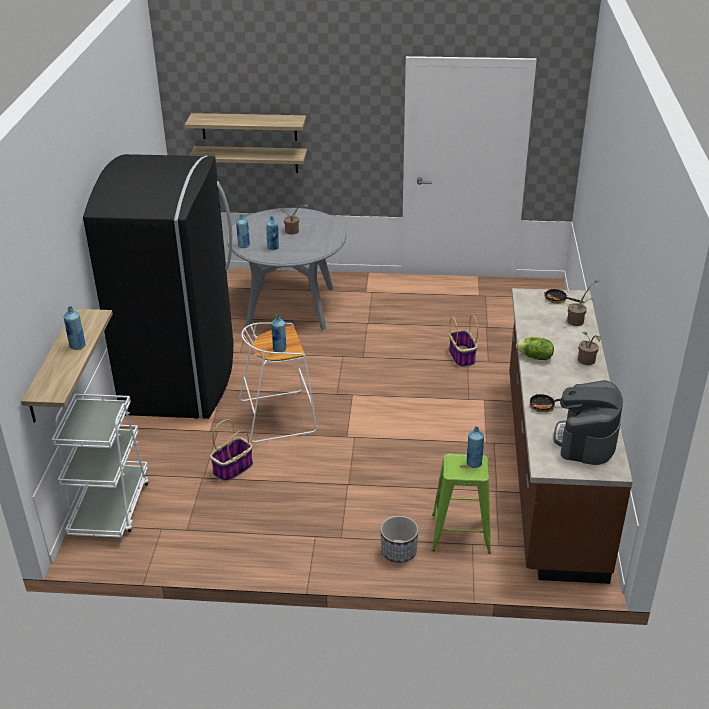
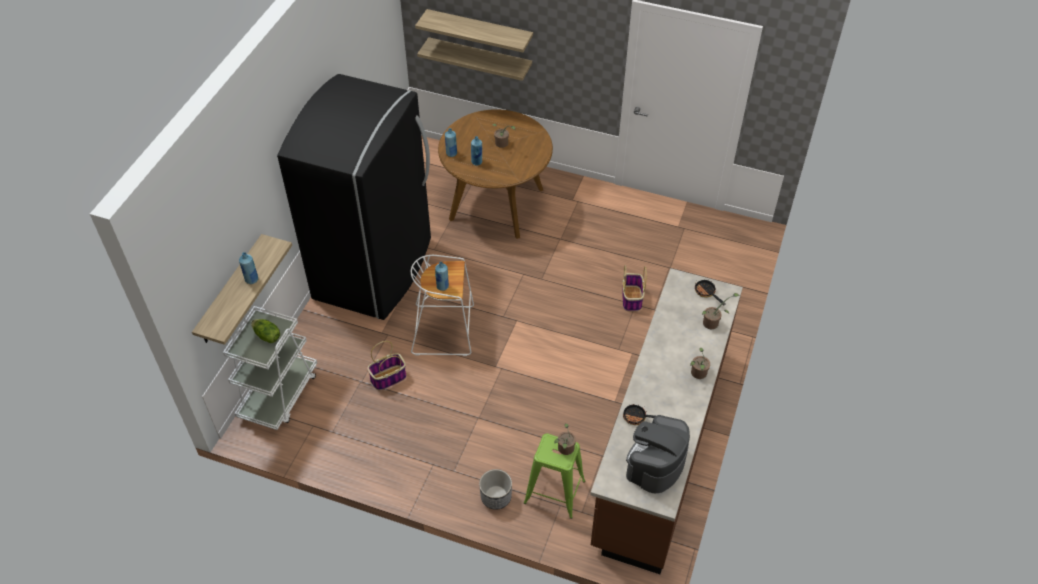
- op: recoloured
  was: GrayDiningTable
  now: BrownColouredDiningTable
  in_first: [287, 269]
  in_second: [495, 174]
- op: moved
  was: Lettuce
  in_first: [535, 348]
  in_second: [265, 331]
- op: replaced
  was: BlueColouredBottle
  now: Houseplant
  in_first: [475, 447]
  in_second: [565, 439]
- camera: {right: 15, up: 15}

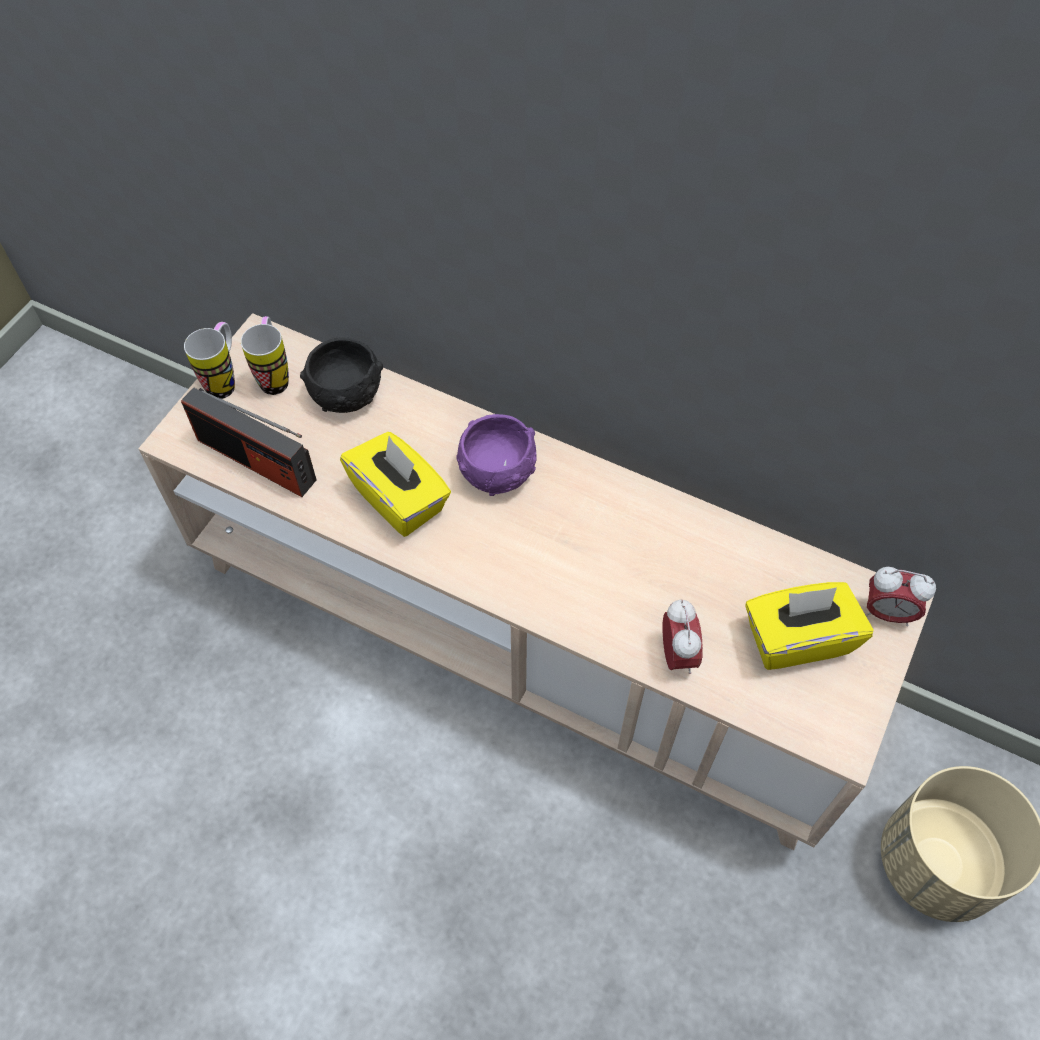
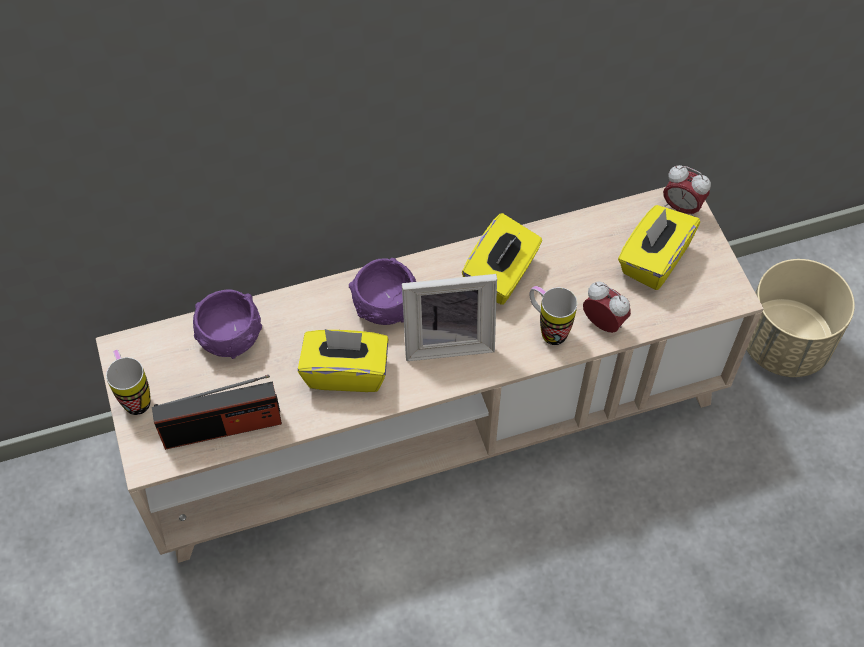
- op: moved
  was: Mug
  in_first: [265, 355]
  in_second: [553, 315]
- op: recoloured
  was: BlackBowl
  now: PurpleColouredBowl
  in_first: [341, 375]
  in_second: [227, 324]
- op: turned
  was: BedsideClock
  in_first: [901, 596]
  in_second: [687, 190]
  clockwise: 60
- op: added
  now: YellowTissueBox
  in_second: [502, 259]
- op: added
  now: StandingFrame
  in_second: [449, 317]
- camera: {right: -45, up: 0}

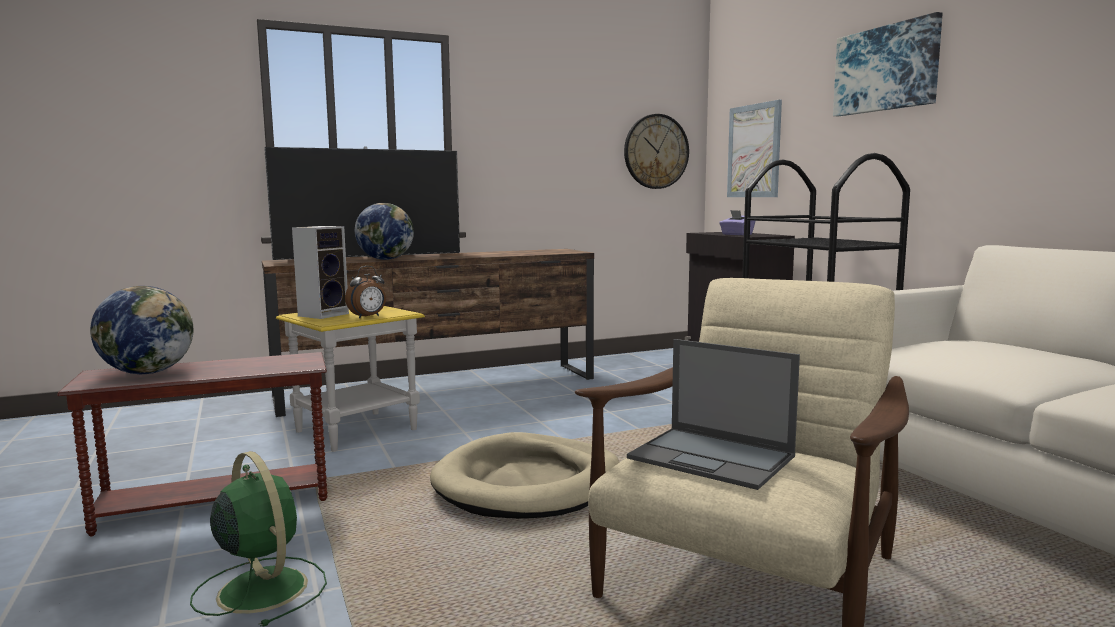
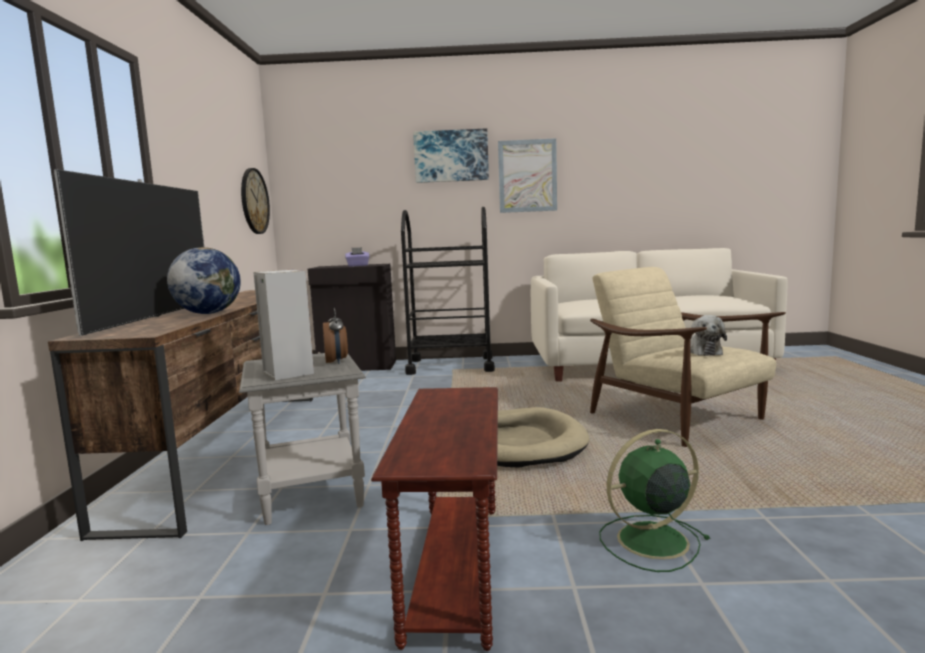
- op: moved
  was: WallArt
  in_first: [754, 148]
  in_second: [527, 175]
- op: removed
  was: DeskGlobe
  in_first: [142, 330]
- op: recoloured
  was: YellowSideTable
  now: GraySideTable
  in_first: [350, 378]
  in_second: [302, 439]
- op: replaced
  was: PortableComputer
  now: CuddlyToy
  in_first: [713, 414]
  in_second: [708, 335]
- camera: {right: -65, up: 0}

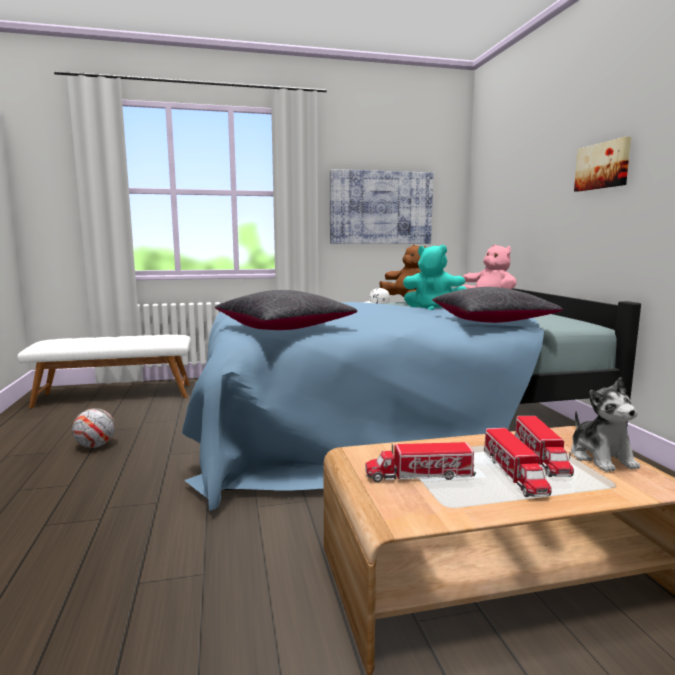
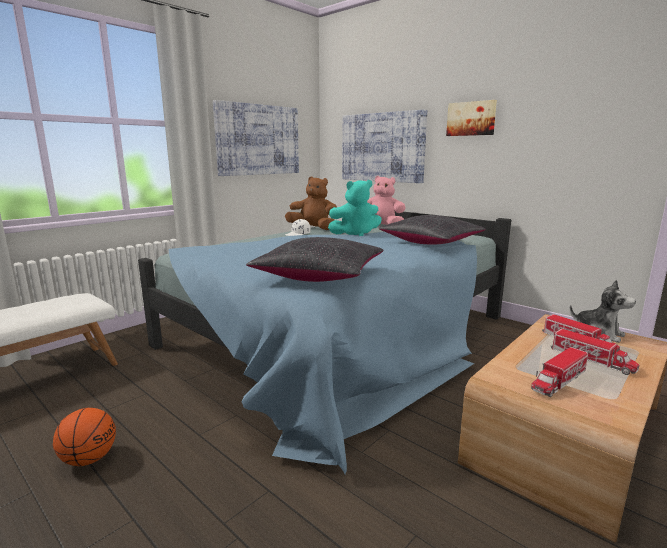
- op: replaced
  was: BallForFootball
  now: Basketball
  in_first: [93, 428]
  in_second: [84, 437]
- op: added
  now: WallArt
  in_second: [384, 146]
- camera: {right: -35, up: 5}

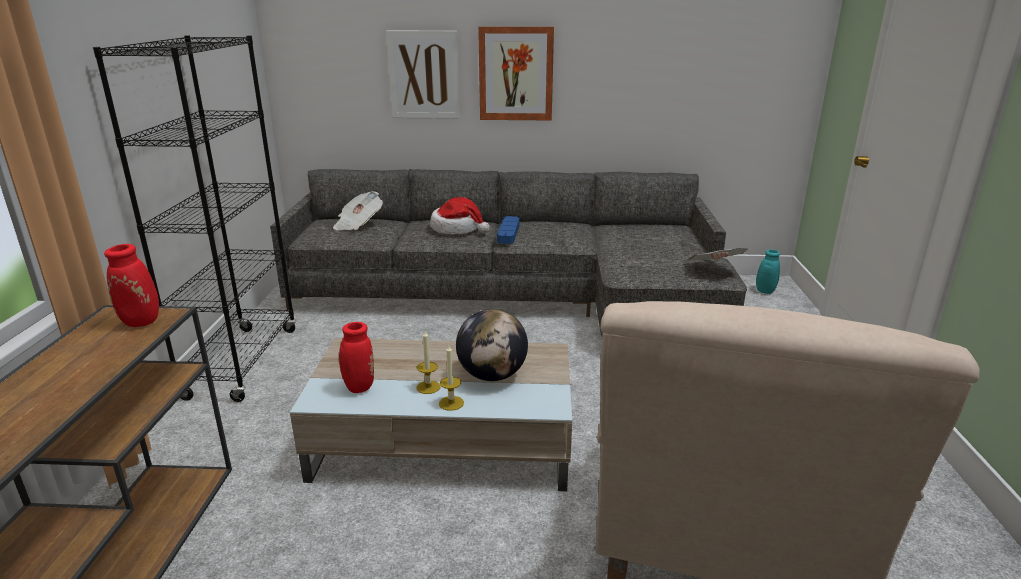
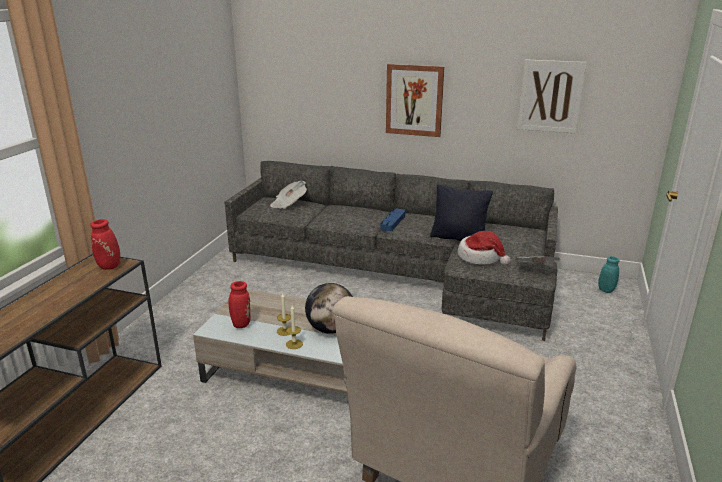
- op: moved
  was: WallArt
  in_first: [423, 75]
  in_second: [551, 96]
- op: removed
  was: BlackShelvingUnit
  in_first: [194, 218]
- op: moved
  was: Hat
  in_first: [460, 216]
  in_second: [484, 248]
- op: added
  now: BlackThrowPillow
  in_second: [461, 212]
- camera: {right: 15, up: 0}

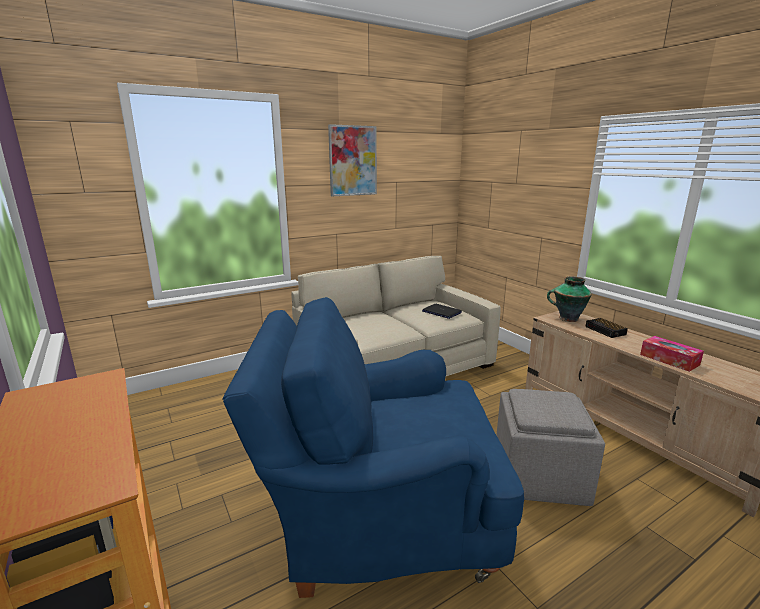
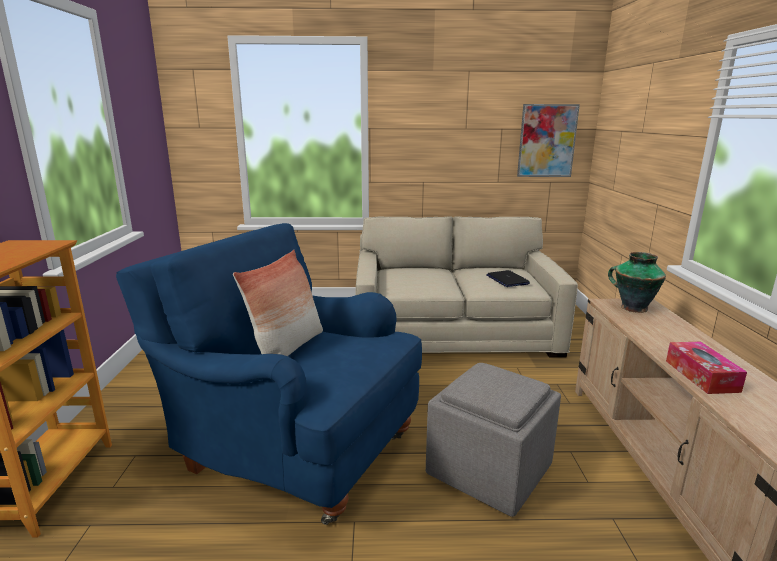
- op: moved
  was: WallArt
  in_first: [352, 160]
  in_second: [548, 140]
- op: removed
  was: BedsideClock
  in_first: [607, 328]
- op: added
  now: ThrowPillow
  in_second: [278, 303]
- camera: {right: 30, up: 0}

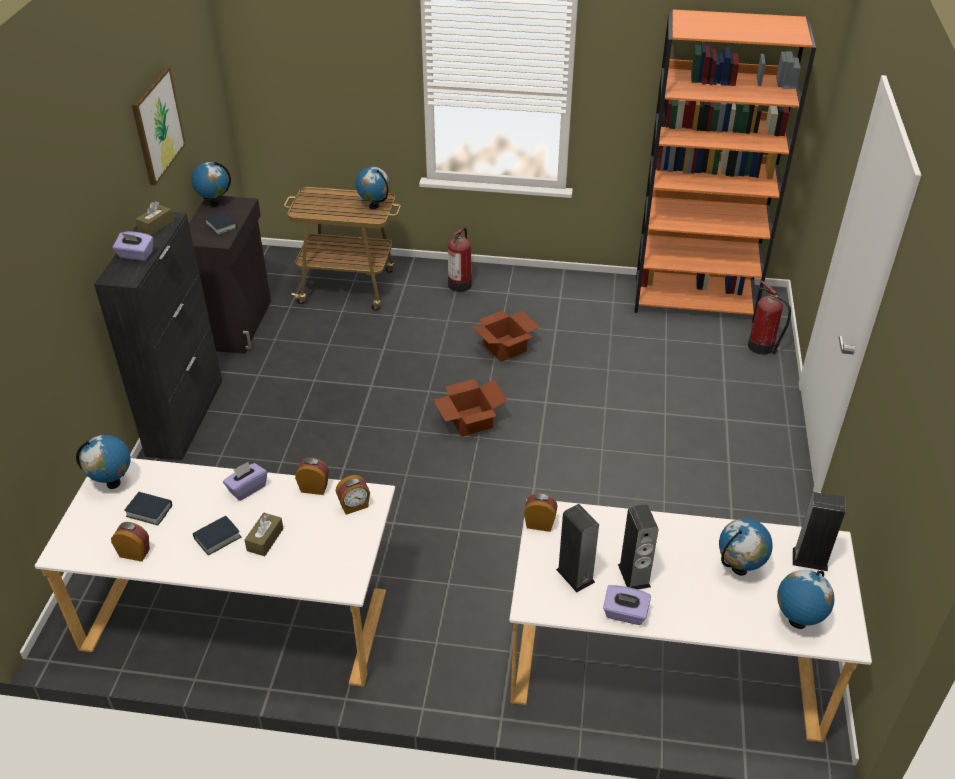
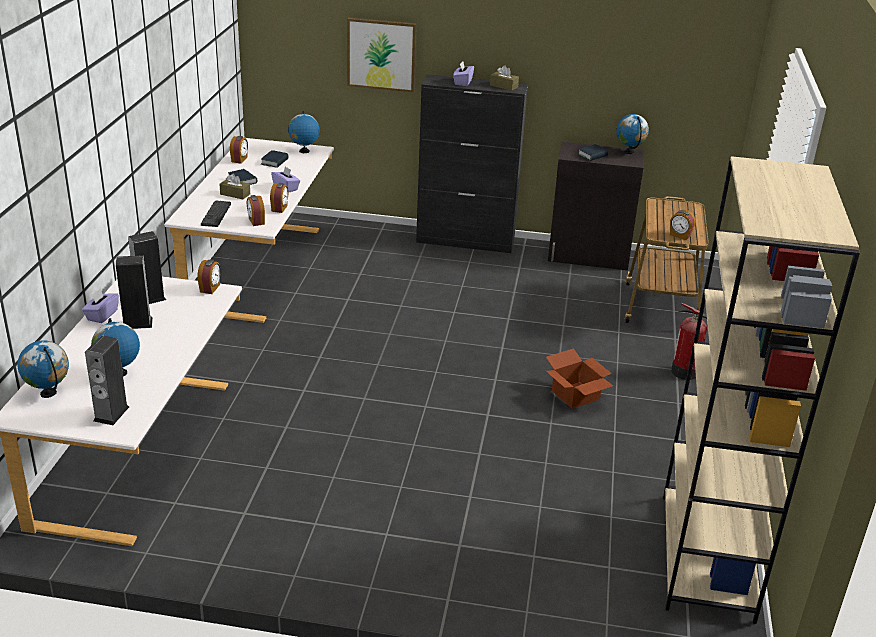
- op: recoloured
  was: OrangeyShelvingUnit
  now: SandColouredShelvingUnit
  in_first: [725, 166]
  in_second: [761, 390]
- op: moved
  was: WallArt
  in_first: [159, 125]
  in_second: [381, 55]
- op: replaced
  was: DeskGlobe
  now: BedsideClock
  in_first: [372, 188]
  in_second: [683, 225]
- op: removed
  was: FireExtinguisher
  in_first: [769, 317]
- op: removed
  was: Carton
  in_first: [470, 408]
- op: added
  now: ComputerKeyboard
  in_second: [216, 213]
- camera: {right: 90, up: -10}

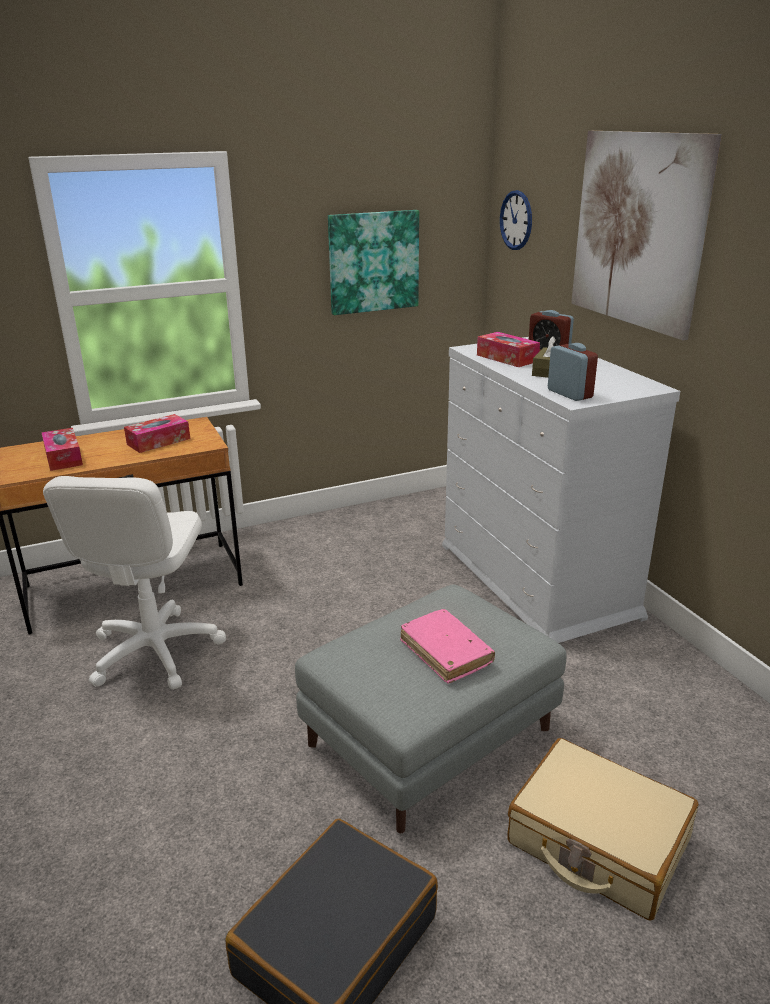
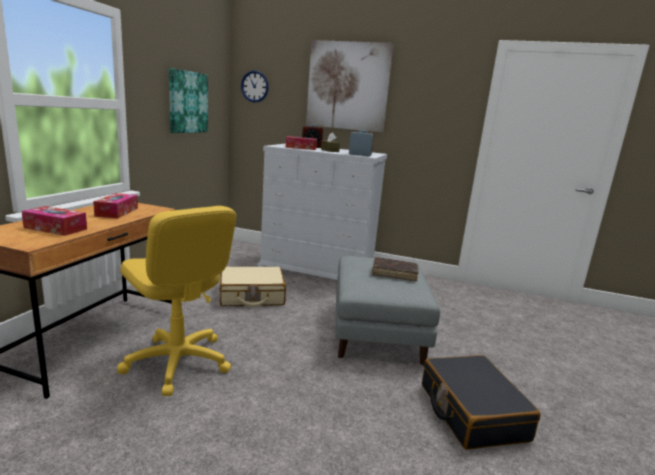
- op: recoloured
  was: WhiteColouredOfficeChair
  now: YellowOfficeChair
  in_first: [134, 583]
  in_second: [176, 301]
- op: recoloured
  was: PinkColouredBoundBook
  now: BrownColouredBoundBook
  in_first: [447, 646]
  in_second: [395, 269]
- op: moved
  was: SandColouredTravelCase
  in_first: [603, 829]
  in_second: [252, 287]
- camera: {right: -50, up: -10}

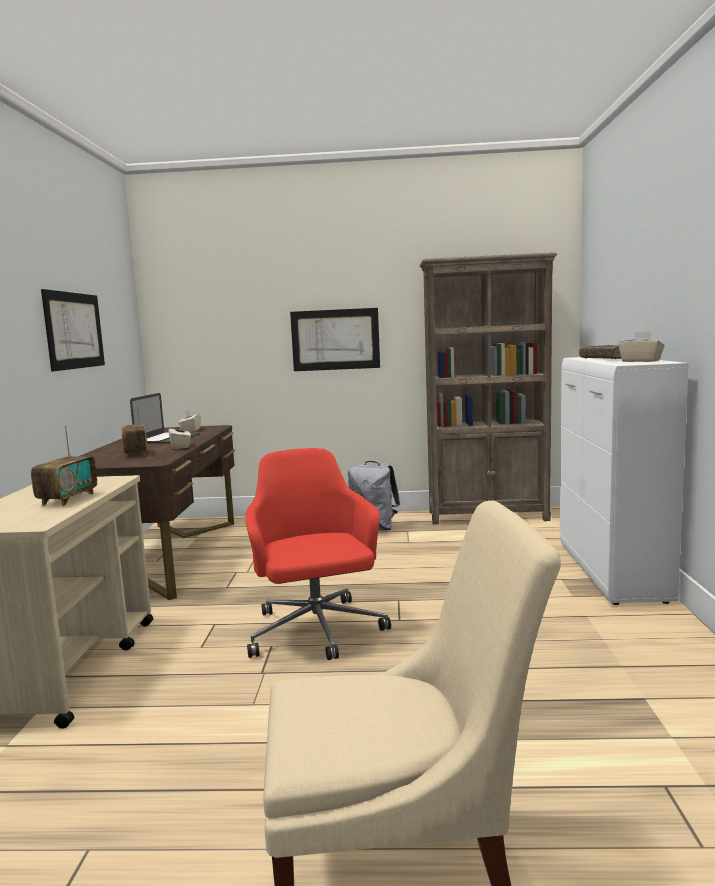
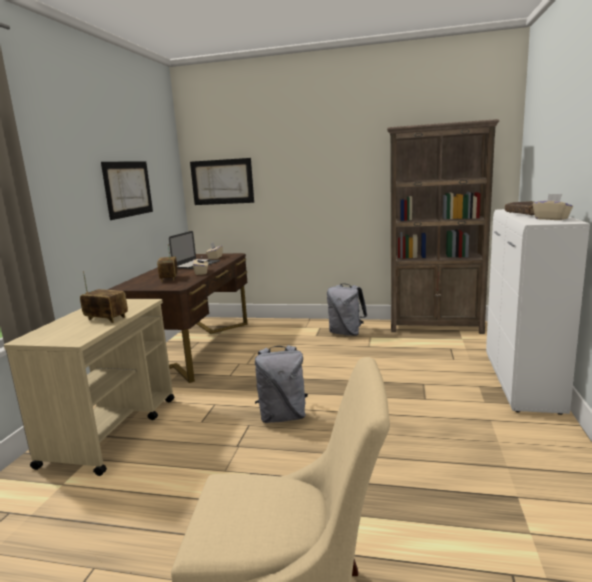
- op: moved
  was: WallArt
  in_first: [335, 339]
  in_second: [222, 181]
- op: turned
  was: Radio
  in_first: [64, 466]
  in_second: [104, 297]
  clockwise: -90
- op: replaced
  was: RedOfficeChair
  now: GrayRucksack
  in_first: [318, 554]
  in_second: [281, 384]
- camera: {right: 10, up: 5}

